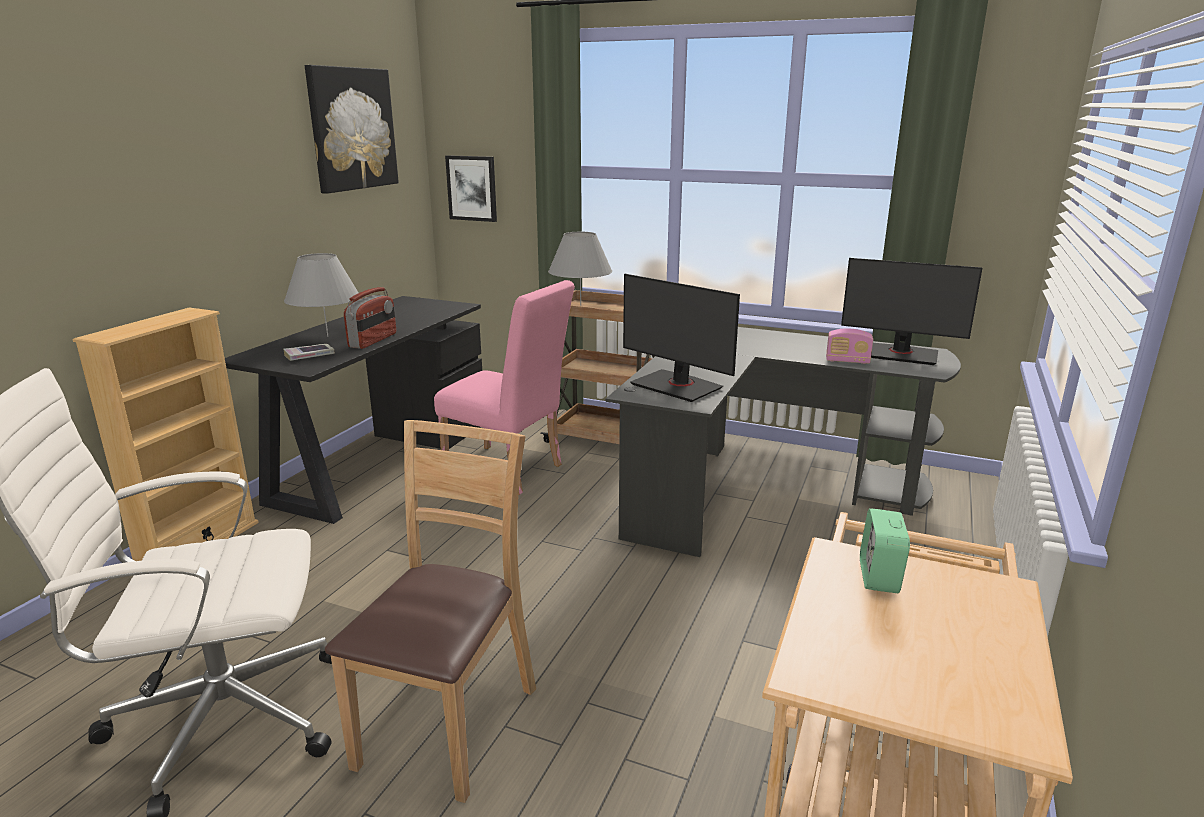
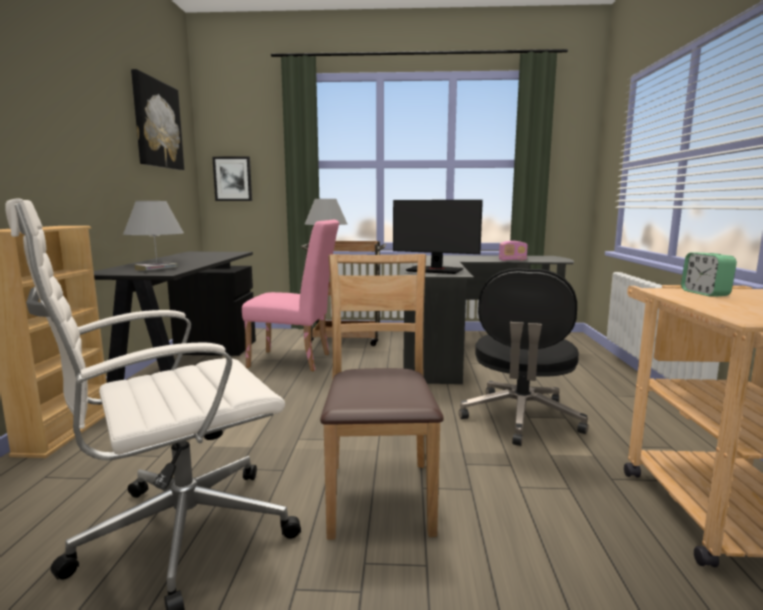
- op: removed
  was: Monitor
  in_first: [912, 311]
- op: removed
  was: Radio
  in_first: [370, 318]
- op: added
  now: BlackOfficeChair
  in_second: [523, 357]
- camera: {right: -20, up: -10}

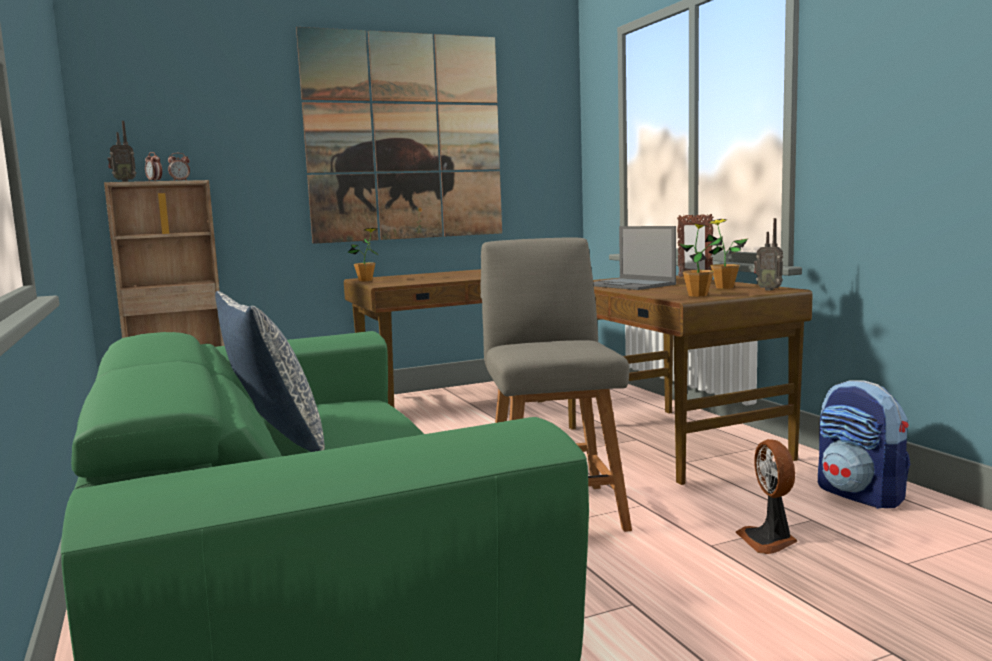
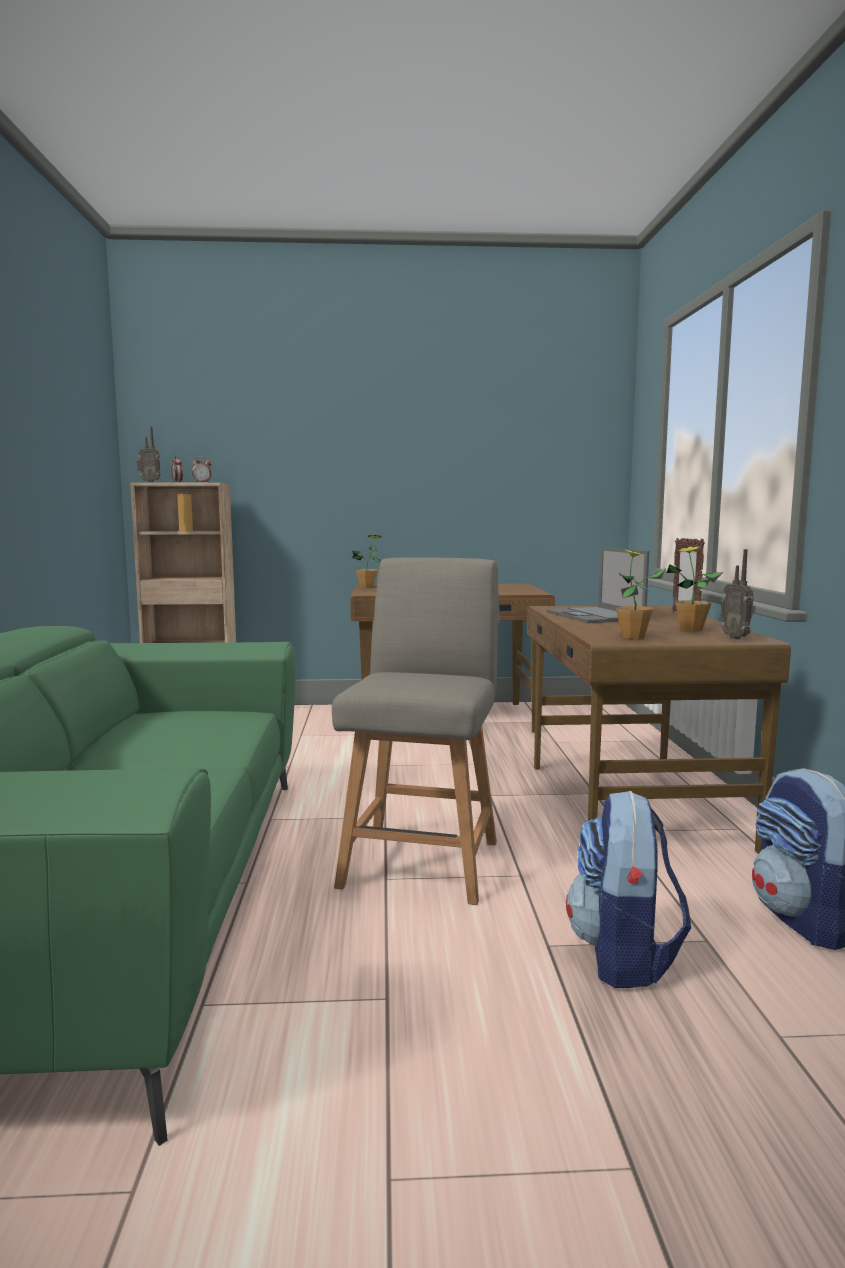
- op: removed
  was: WallArt
  in_first: [399, 135]
- op: removed
  was: ThrowPillow
  in_first: [270, 371]
- op: replaced
  was: Fan
  now: Rucksack
  in_first: [767, 496]
  in_second: [628, 889]
- camera: {right: 20, up: 0}

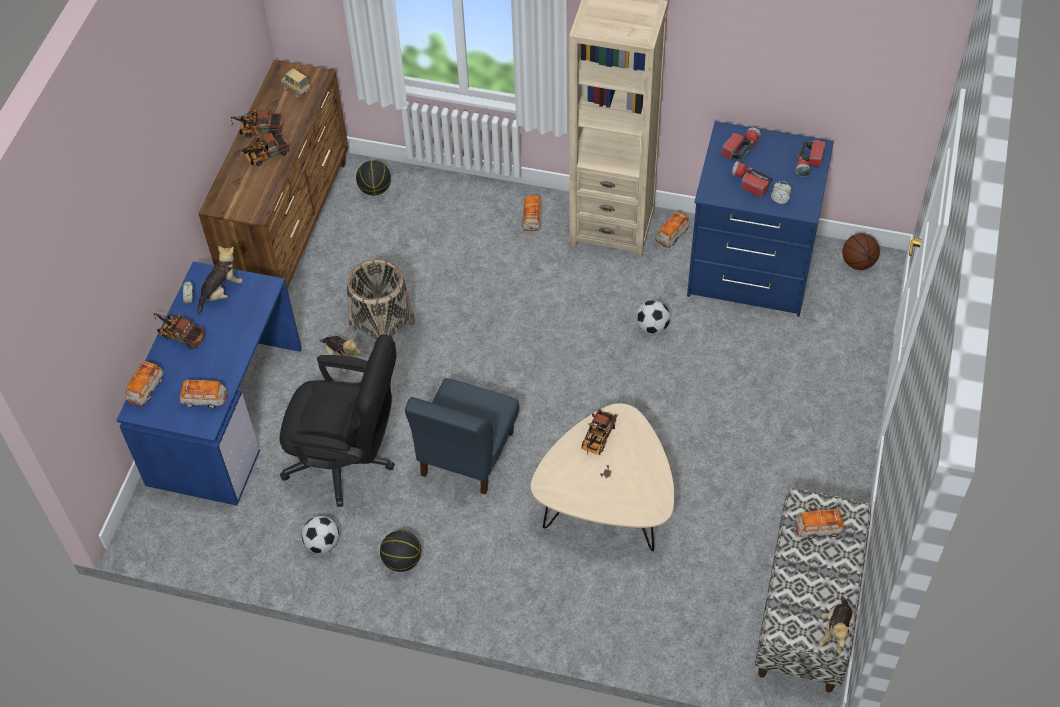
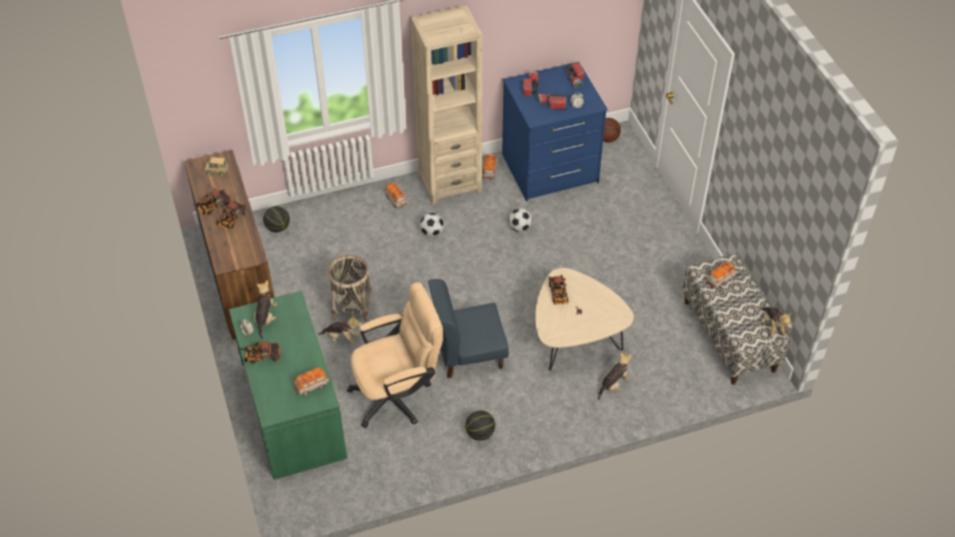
- op: recoloured
  was: BlueColouredDeskTable
  now: GreenColouredDeskTable
  in_first: [209, 383]
  in_second: [288, 385]
- op: recoloured
  was: BlackOfficeChair
  now: SandColouredOfficeChair
  in_first: [338, 420]
  in_second: [395, 355]
- op: removed
  was: ToyCar
  in_first: [144, 383]
- op: turned
  was: BlueColouredChair
  in_first: [462, 436]
  in_second: [468, 328]
  clockwise: 90
- op: moved
  was: BallForFootball
  in_first: [320, 534]
  in_second: [432, 225]
- op: added
  now: CuddlyToy
  in_second: [614, 376]
- camera: {right: -35, up: -5}

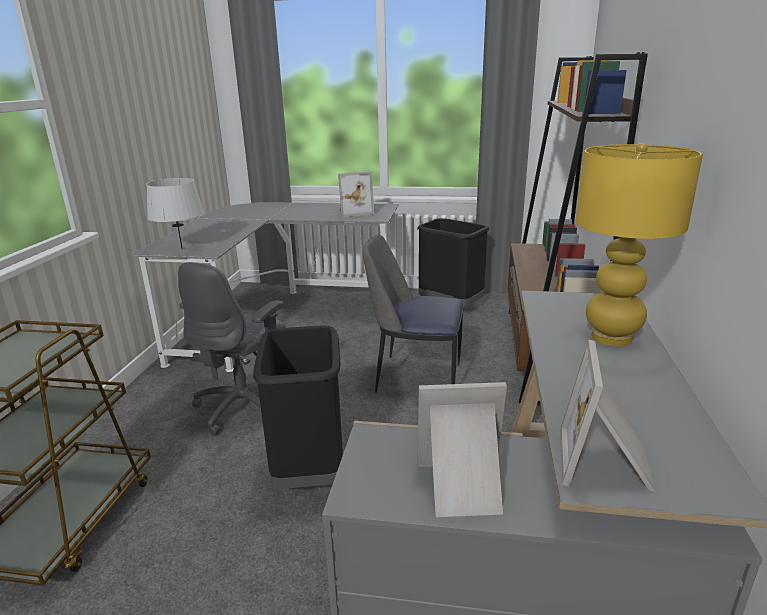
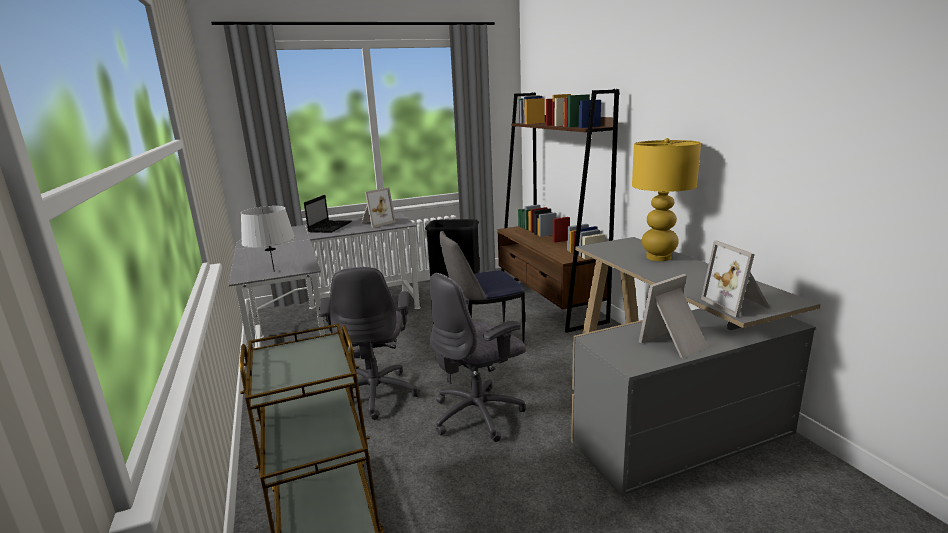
- op: replaced
  was: BlackRubbishBin
  now: GrayOfficeChair
  in_first: [298, 407]
  in_second: [478, 357]
- op: added
  now: PortableComputer
  in_second: [328, 214]
- camera: {right: -30, up: -5}

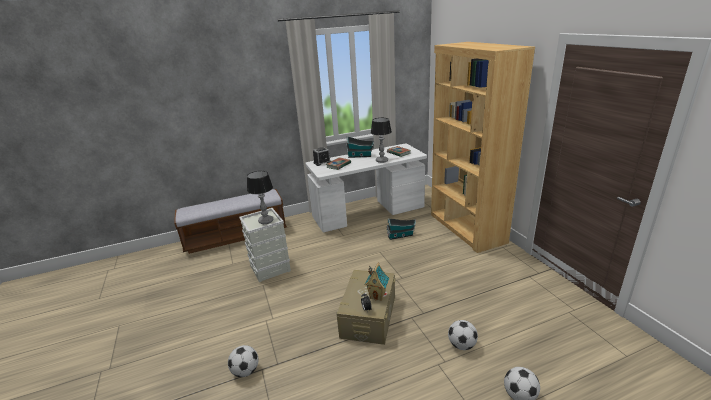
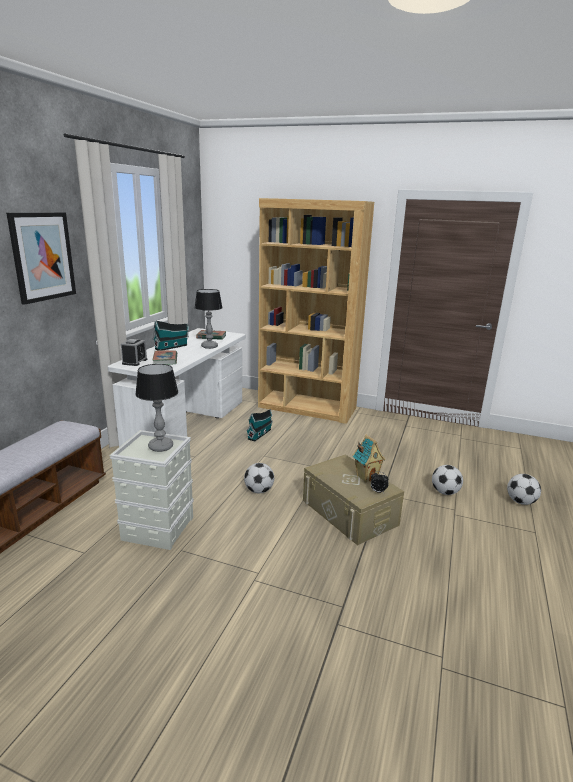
- op: moved
  was: BallForFootball
  in_first: [243, 361]
  in_second: [259, 478]
- op: added
  now: WallArt
  in_second: [41, 258]
- camera: {right: -50, up: -5}

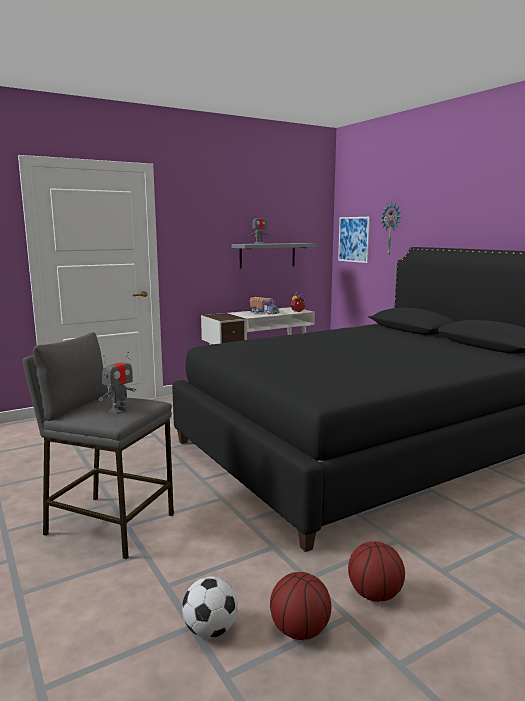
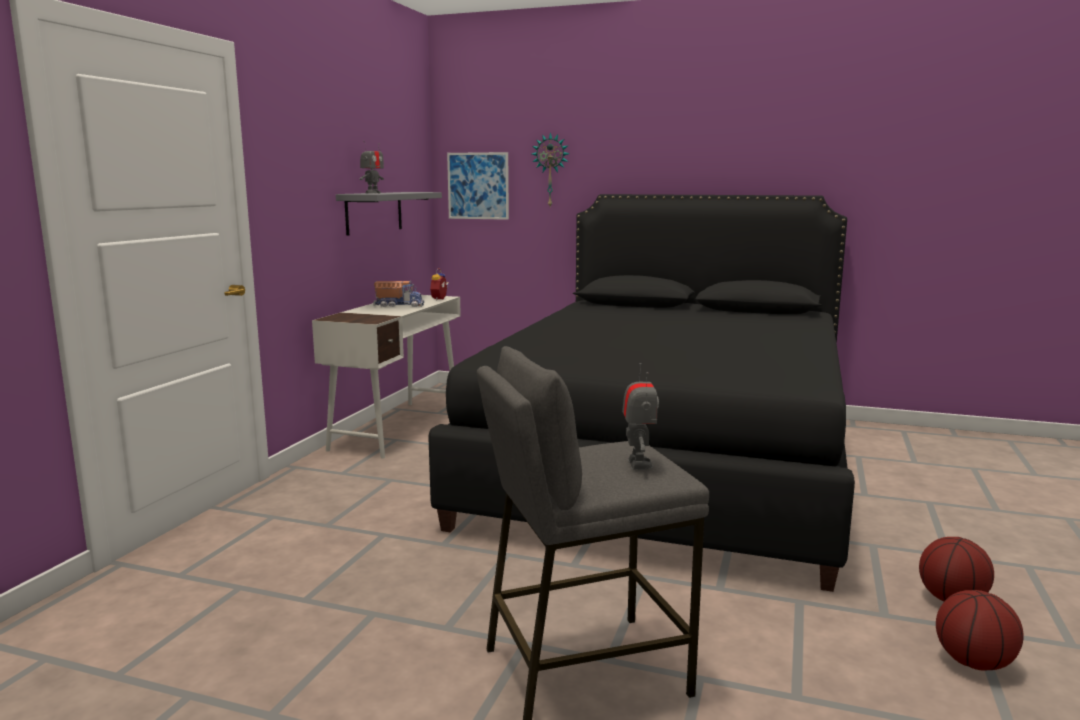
- op: removed
  was: BallForFootball
  in_first: [210, 607]
- camera: {right: -40, up: 0}

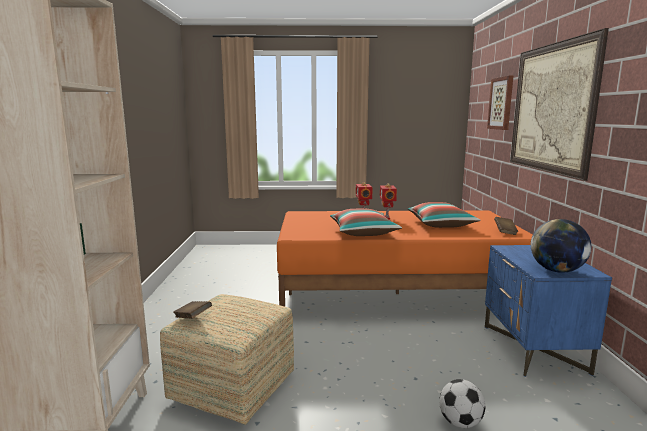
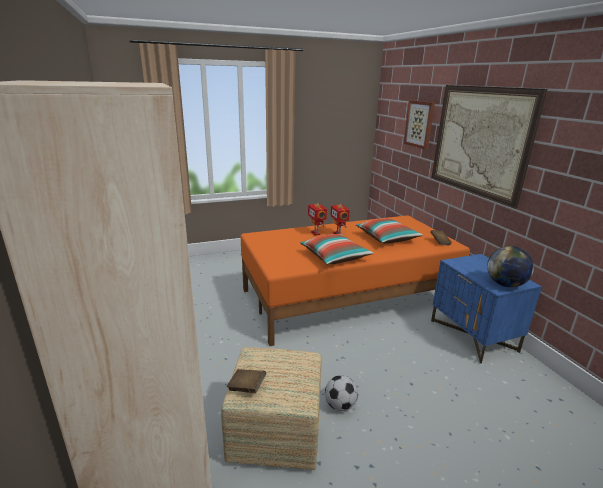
- op: moved
  was: BallForFootball
  in_first: [462, 403]
  in_second: [341, 393]
- camera: {right: -20, up: 10}

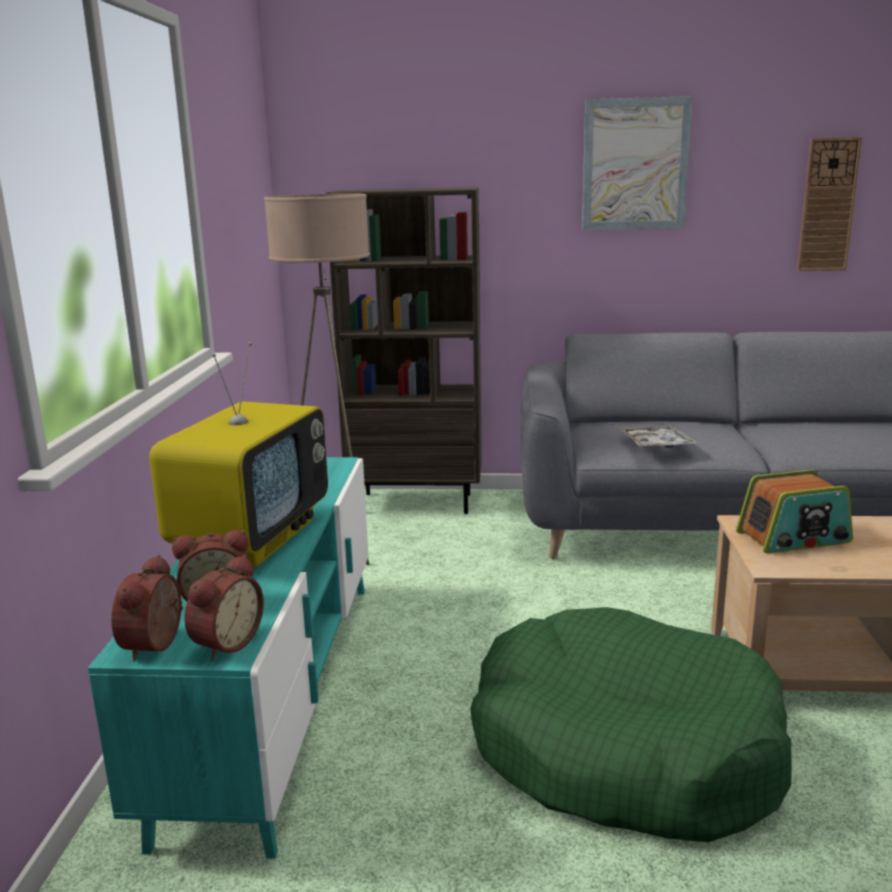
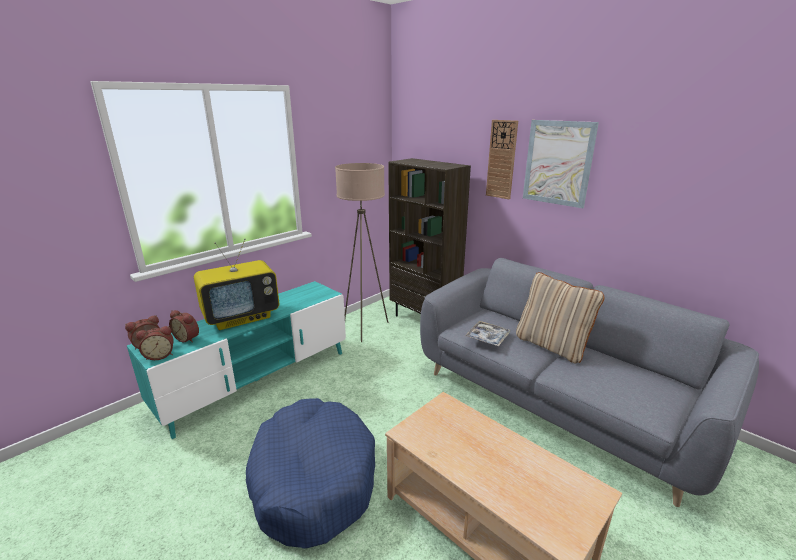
- op: moved
  was: HangingClock
  in_first: [829, 204]
  in_second: [502, 159]
- op: removed
  was: Radio
  in_first: [794, 511]
- op: recoloured
  was: GreenColouredDogCushion
  now: BlueColouredDogCushion
  in_first: [631, 724]
  in_second: [310, 473]
- op: added
  now: SandColouredThrowPillow
  in_second: [560, 317]
- camera: {right: 40, up: 5}

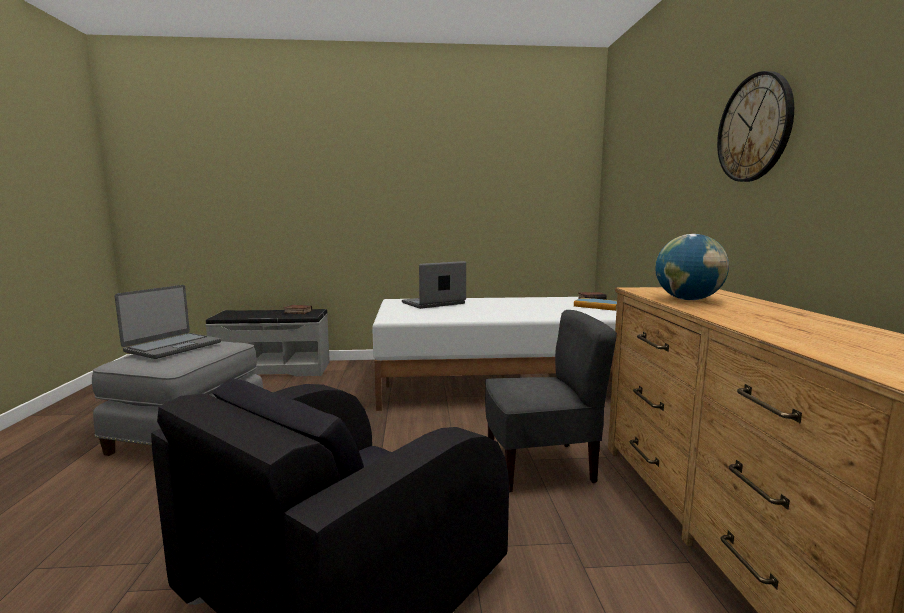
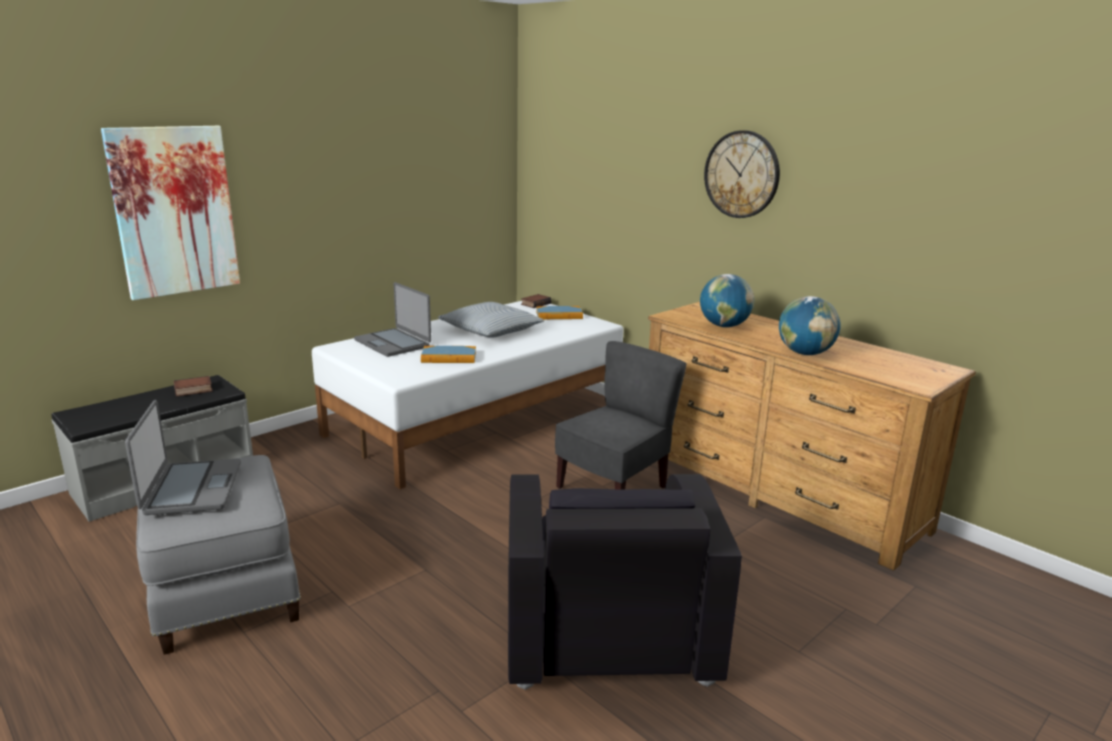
- op: turned
  was: PortableComputer
  in_first: [434, 285]
  in_second: [392, 319]
  clockwise: -60
- op: added
  now: WallArt
  in_second: [170, 213]
- op: added
  now: DeskGlobe
  in_second: [810, 325]
- op: added
  now: ThrowPillow
  in_second: [491, 320]
- op: added
  now: BoundBook
  in_second: [448, 354]
- camera: {right: -40, up: 10}

